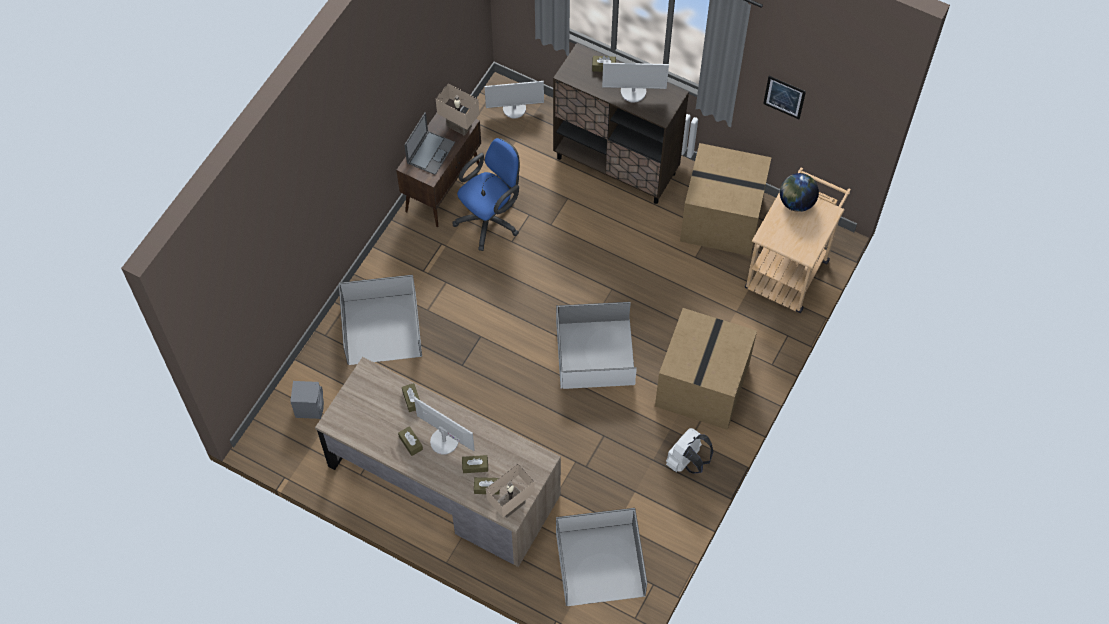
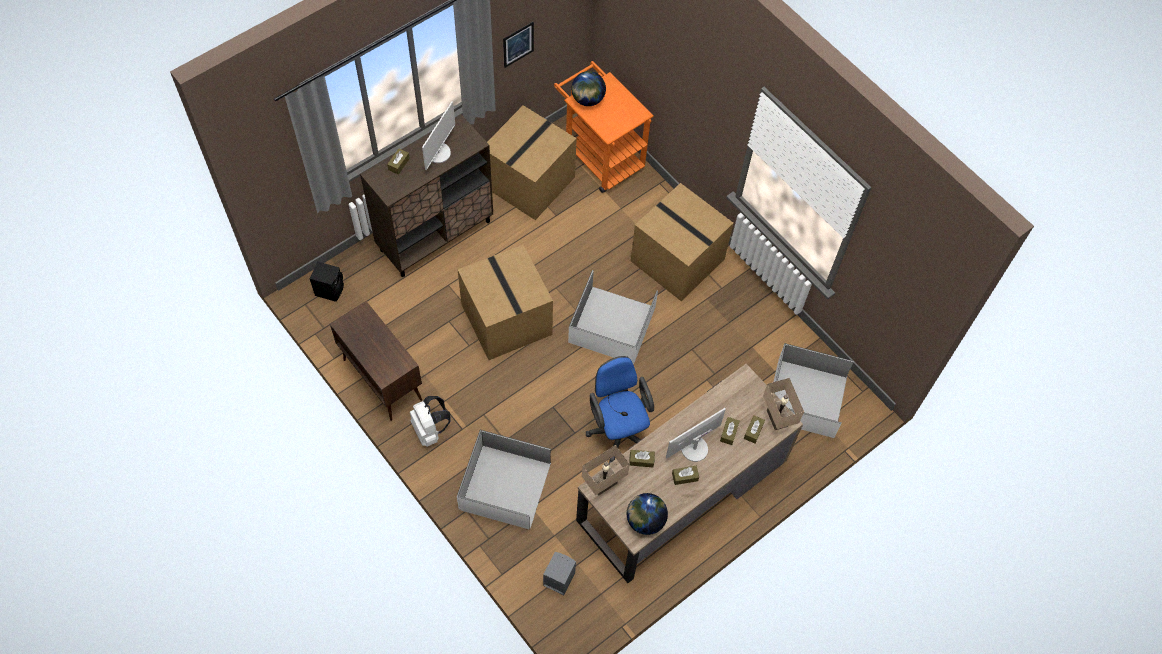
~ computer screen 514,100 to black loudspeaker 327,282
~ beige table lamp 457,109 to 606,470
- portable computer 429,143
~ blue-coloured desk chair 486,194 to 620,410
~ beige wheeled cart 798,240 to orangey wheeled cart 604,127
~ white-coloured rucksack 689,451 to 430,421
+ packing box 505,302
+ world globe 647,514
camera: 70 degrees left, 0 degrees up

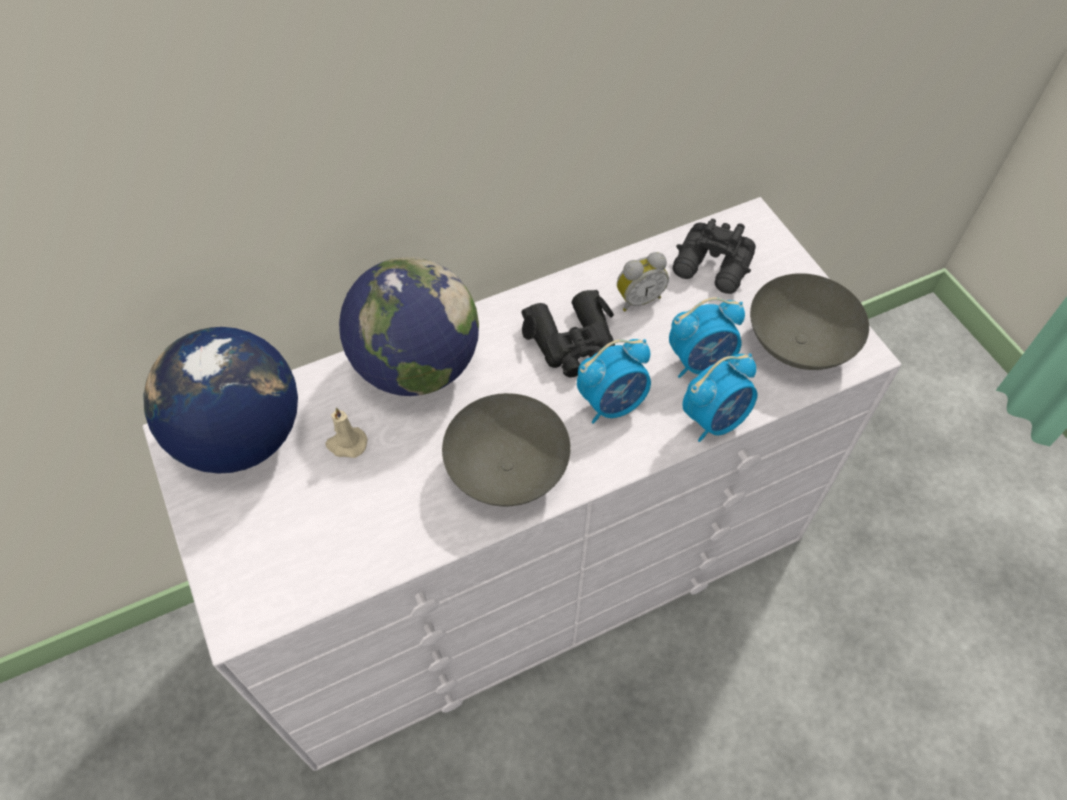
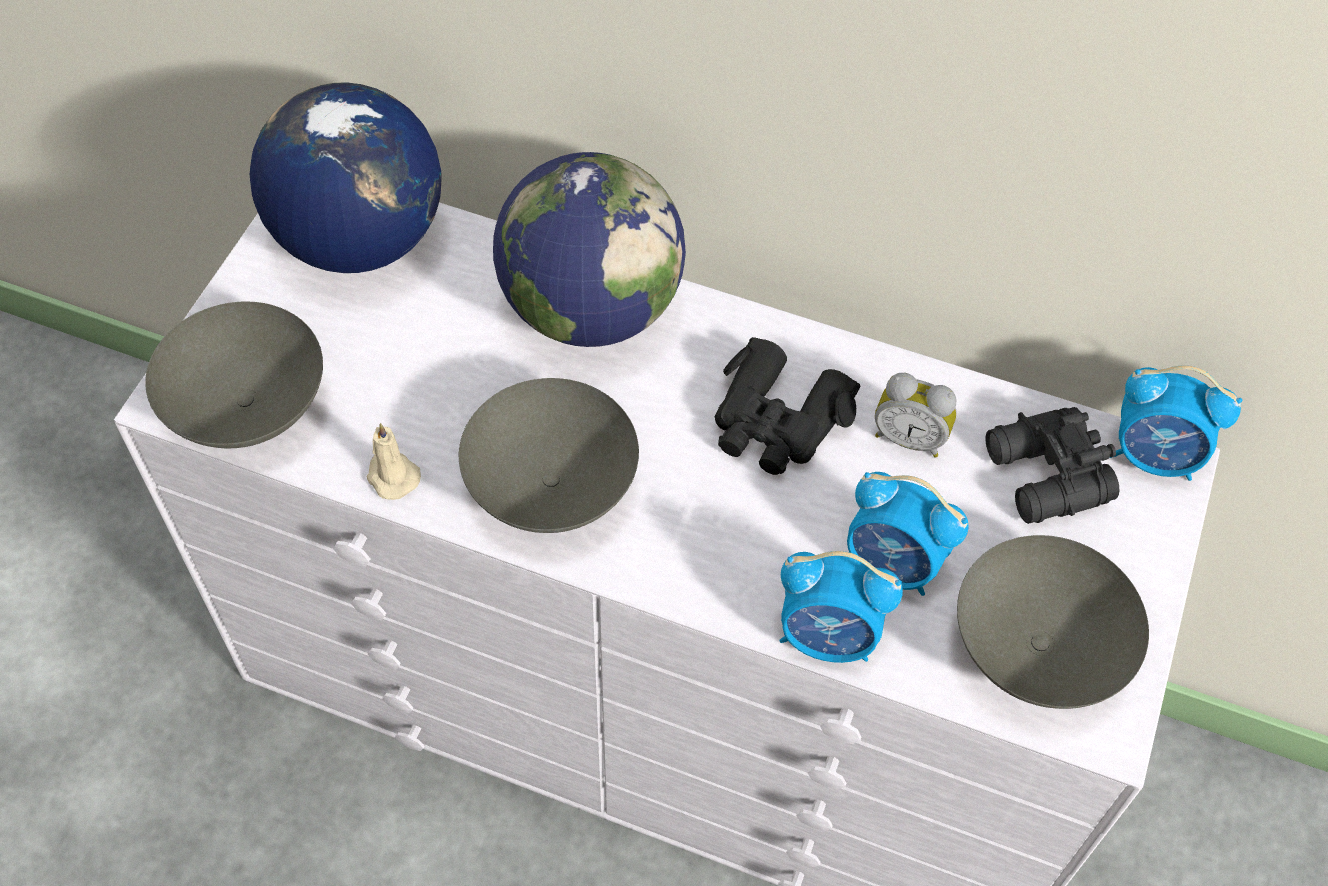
~ alarm clock 614,381 to 1176,423
~ beige wax candle 346,432 to 393,461
+ gray serving bowl 234,374
camera: 45 degrees right, 0 degrees up

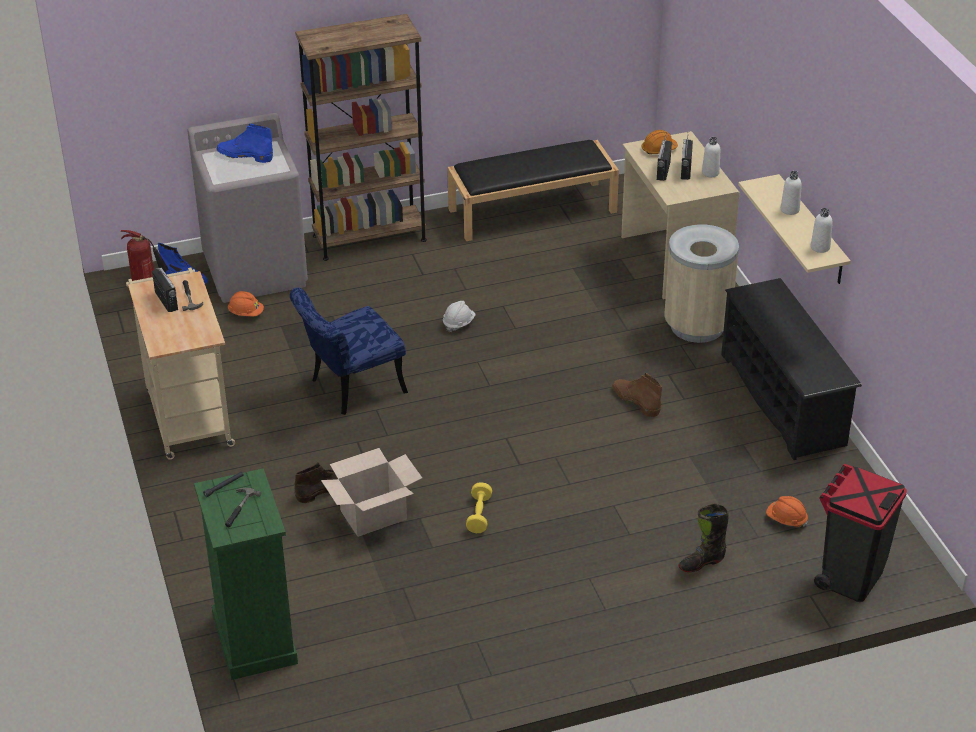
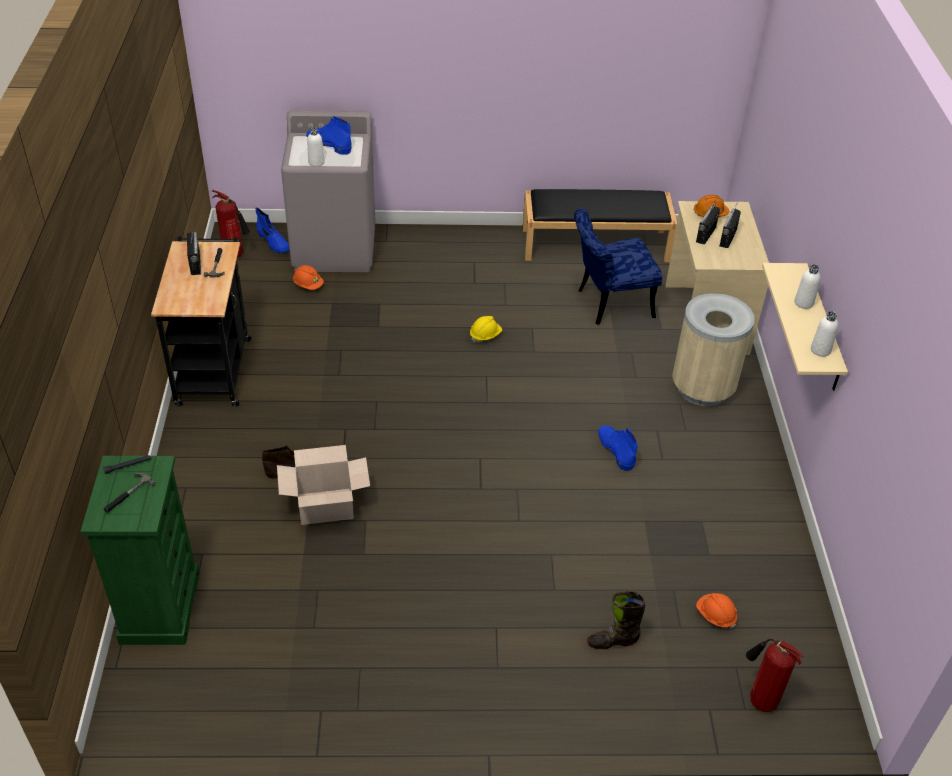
- brown-coloured bookcase 361,137
~ white-coloured drink bottle 711,157 to 316,147
~ beige wheeled cart 180,364 to black wheeled cart 201,321
- black shoe rack 791,369
~ blue-coloured chair 349,351 to 618,266
~ white-coloured safety helmet 459,316 to yellow-coloured safety helmet 486,329
~ brown-coloured tall boot 637,395 to blue-coloured tall boot 618,448
~ black trash can 860,532 to fire extinguisher 775,675
- yellow-coloured hand weight 479,507
camera: 15 degrees right, 5 degrees up

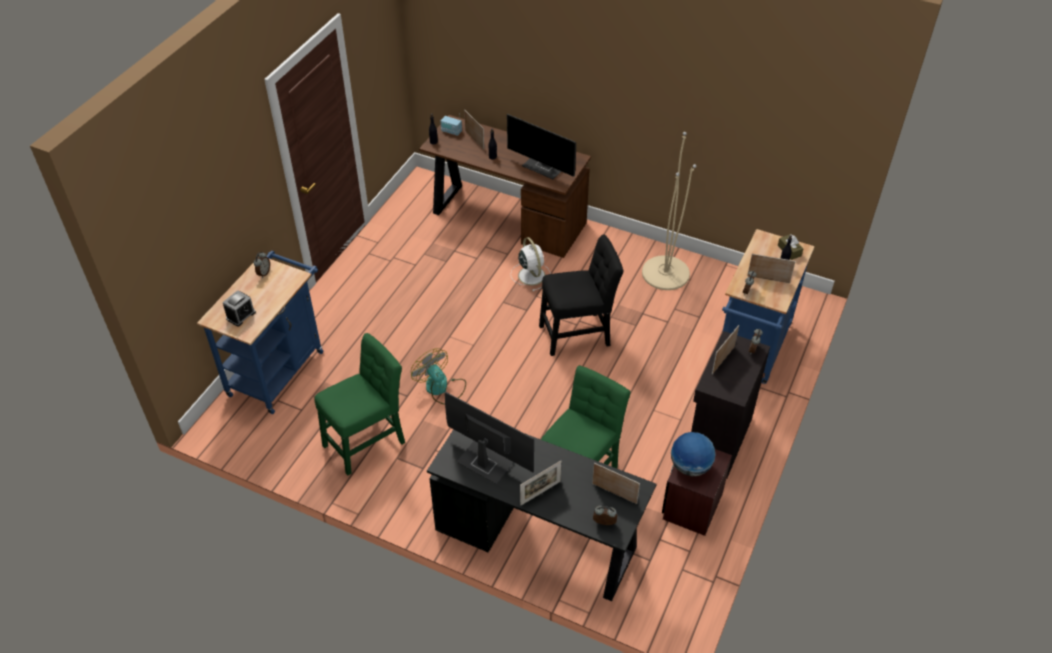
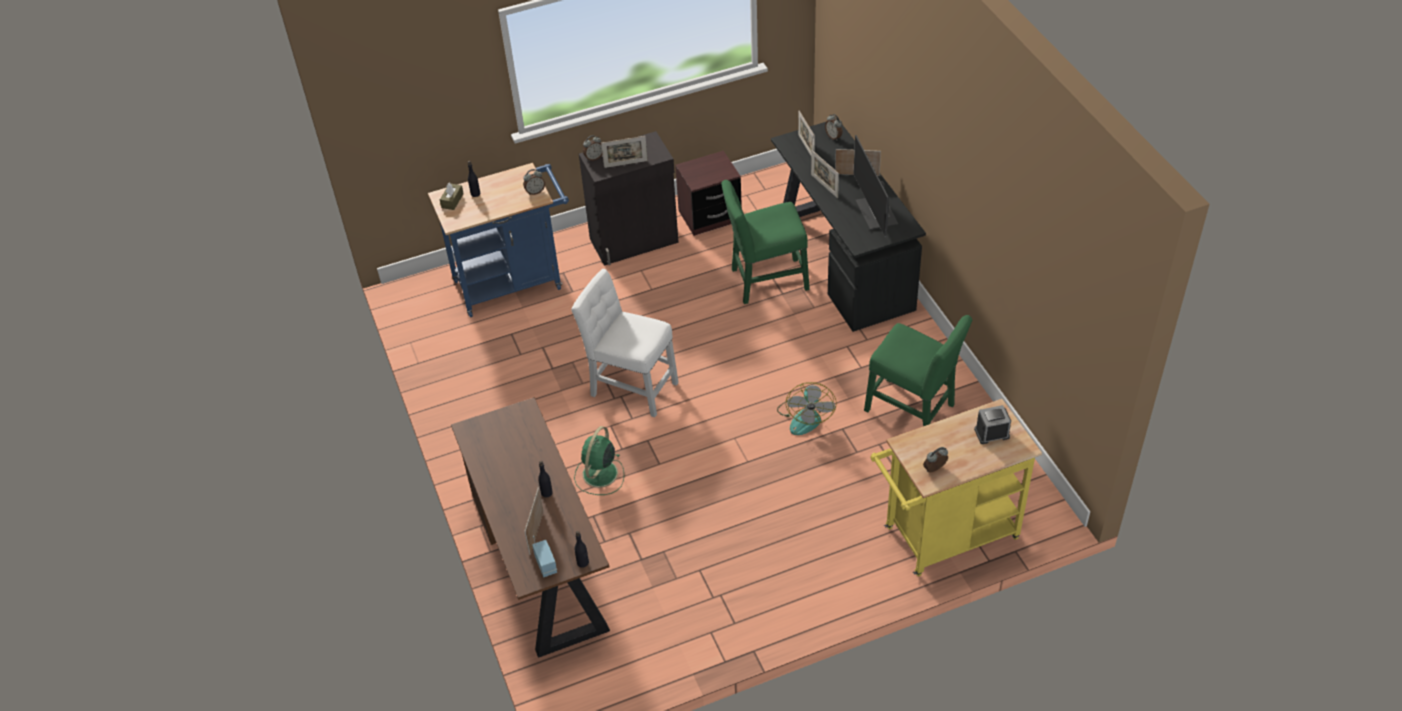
- computer screen 541,146
- beige floor lamp 669,211
~ black chair 581,295 to white-coloured chair 625,343
~ white-coloured cooling fan 531,264 to green-coloured cooling fan 599,460
~ blue-coloured wheeled cart 260,332 to yellow-coloured wheeled cart 956,488
~ standing frame 771,268 to 825,174
~ green-coloured chair 359,404 = 918,370 150 degrees counterclockwise
- world globe 693,454
camera: 135 degrees left, 0 degrees up

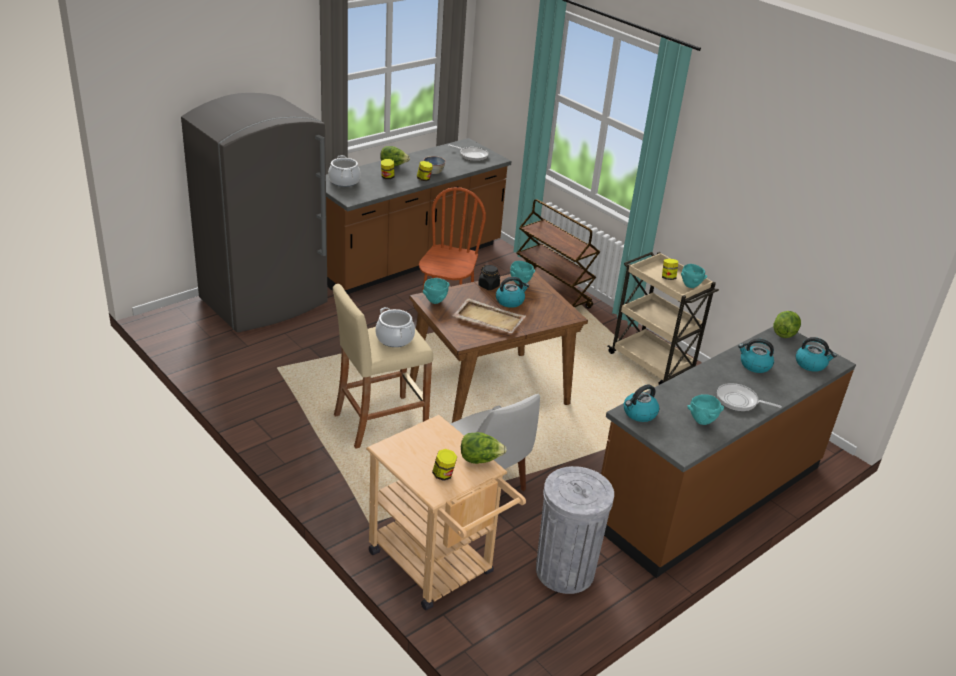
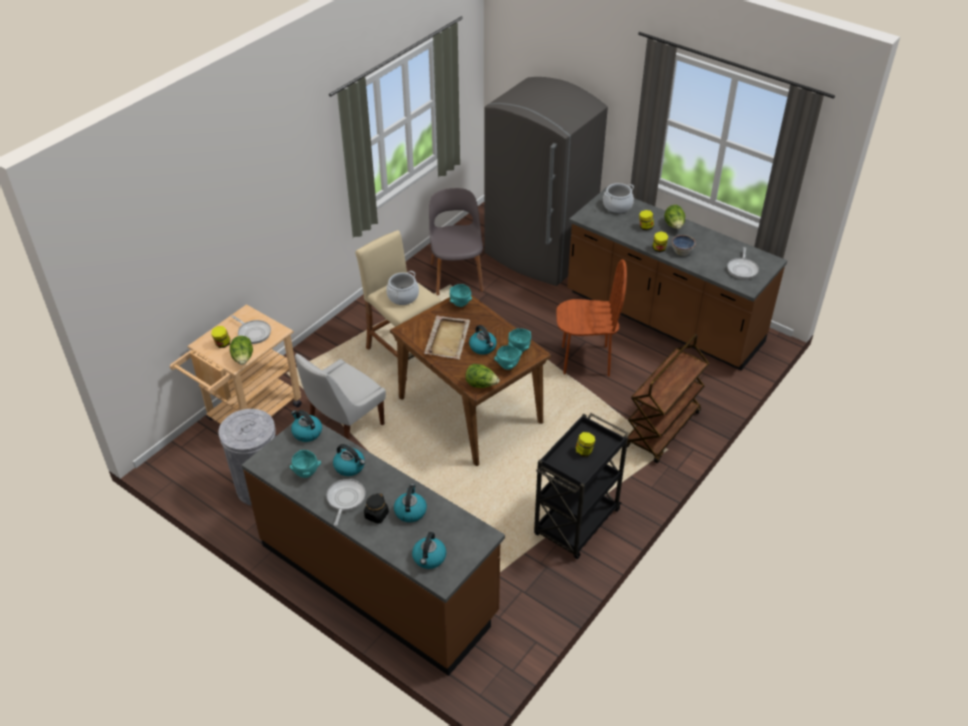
~ beige wheeled cart 663,318 to black wheeled cart 581,486
~ turquoise-coloured serving bowl 694,276 to 508,357
~ black jar 489,277 to 376,508
~ lettuce 787,324 to 482,376
+ gray chair 456,241
+ skillet 251,329
+ tea kettle 349,460
camera: 80 degrees right, 10 degrees up

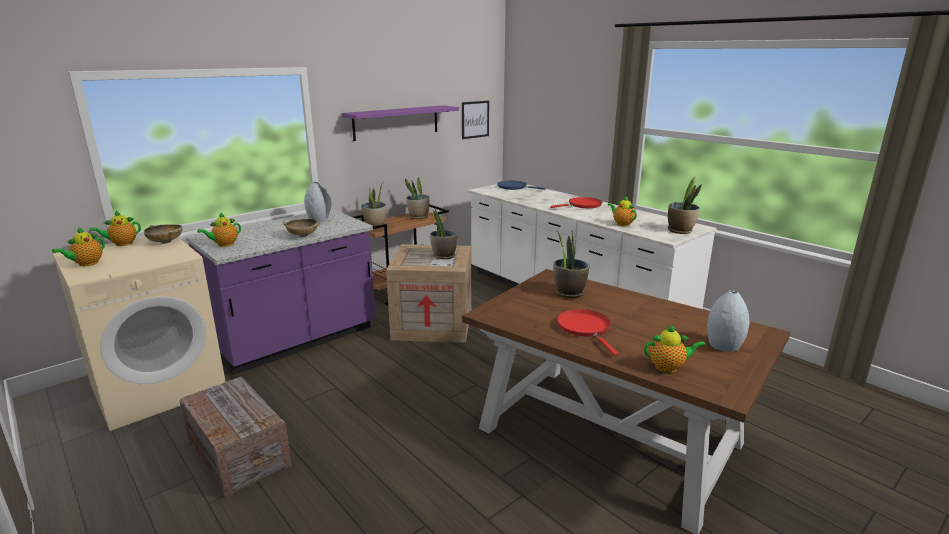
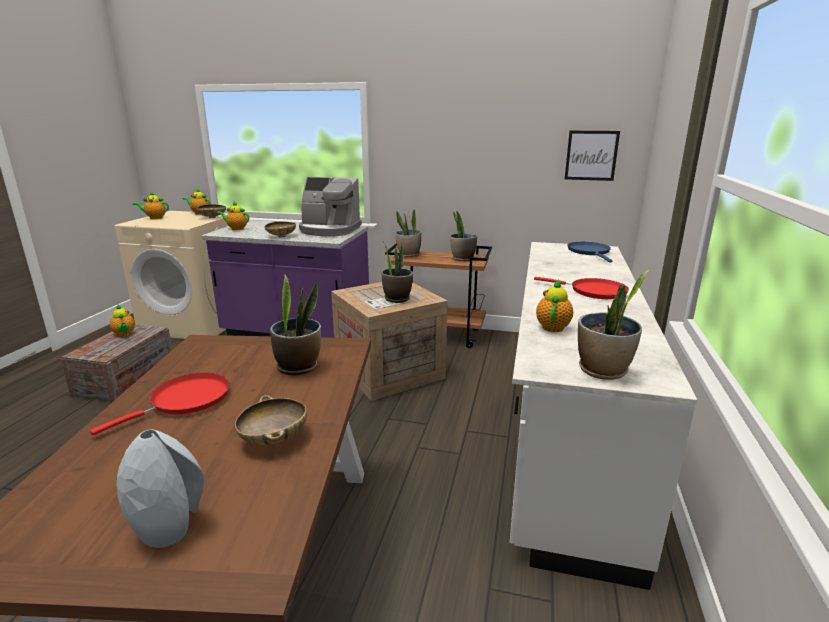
- purple shelf 400,123
~ gray vase 317,202 to coffee machine 330,206
~ pot for tea 675,348 to 122,320
+ beige serving bowl 271,420
camera: 55 degrees right, 0 degrees up

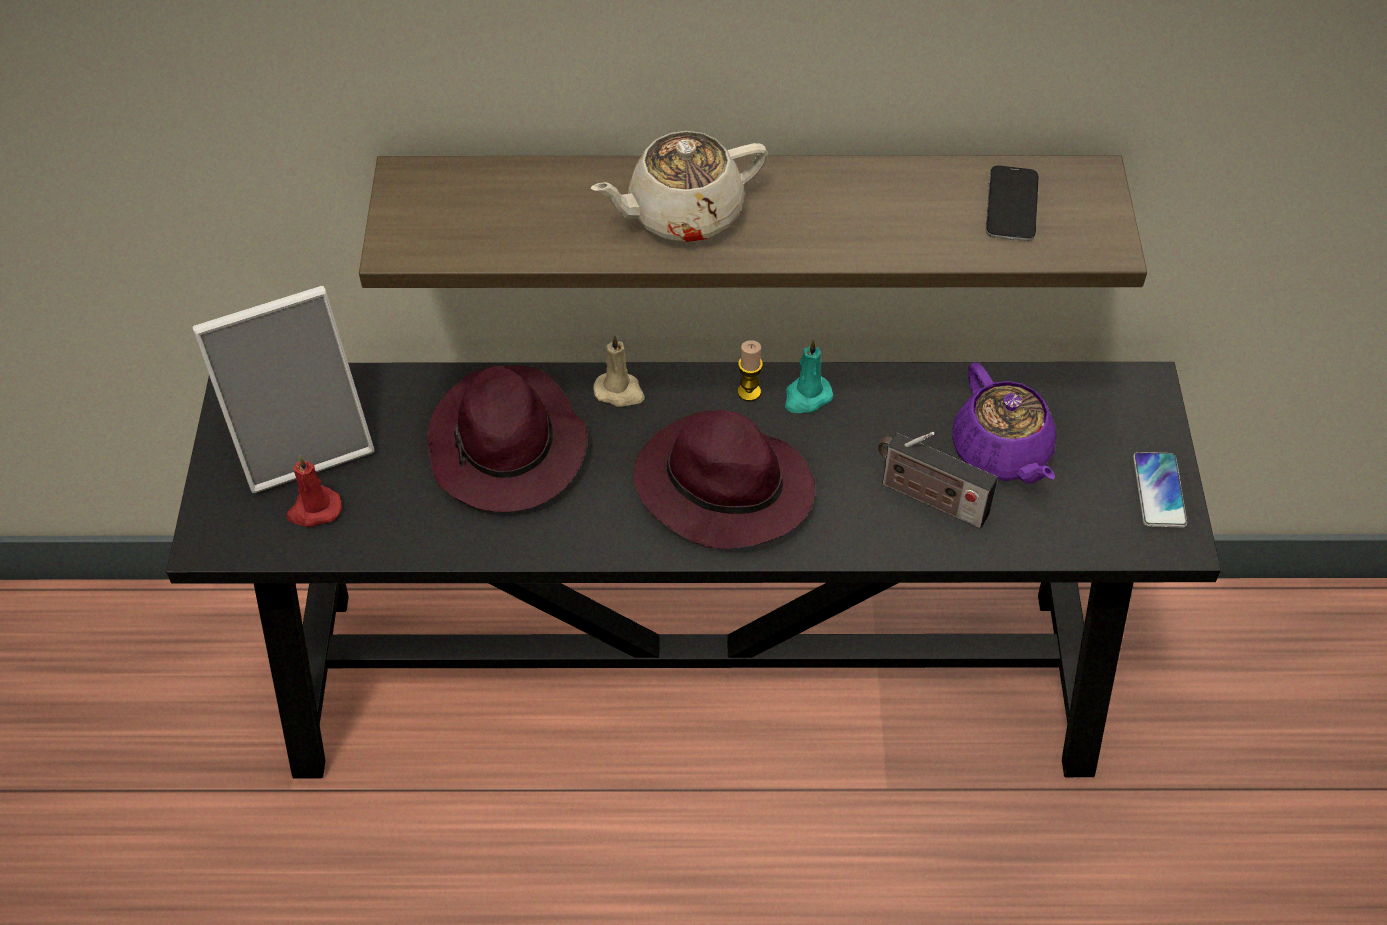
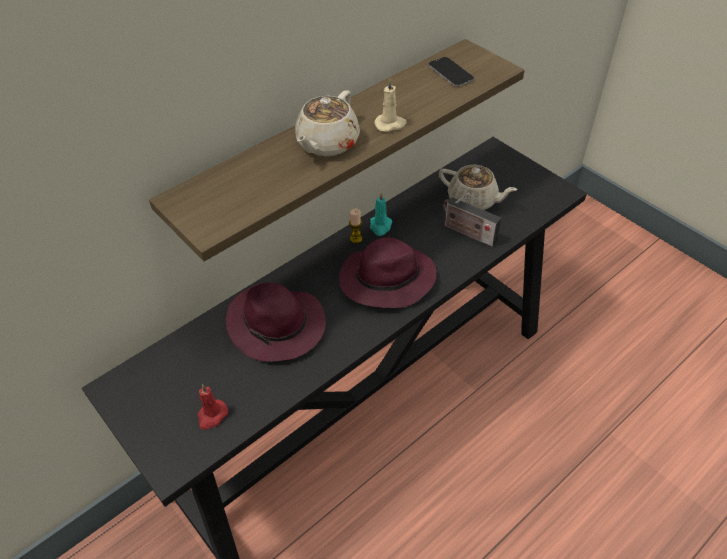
- standing frame 283,389
~ beige wax candle 619,371 to 390,105
~ purple pot for tea 1004,422 to beige pot for tea 478,187
~ radio set 938,480 = 471,220 45 degrees clockwise
- phone 1160,490
camera: 40 degrees left, 5 degrees down

